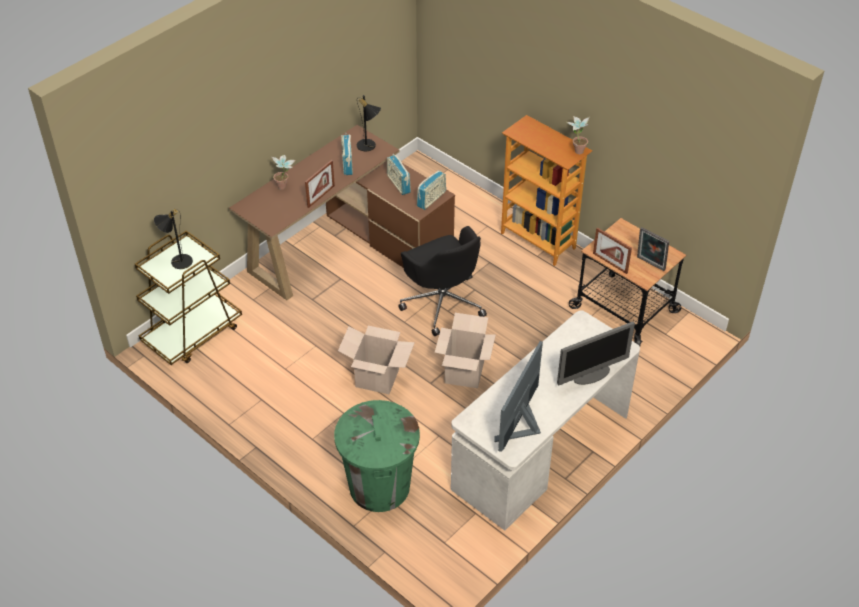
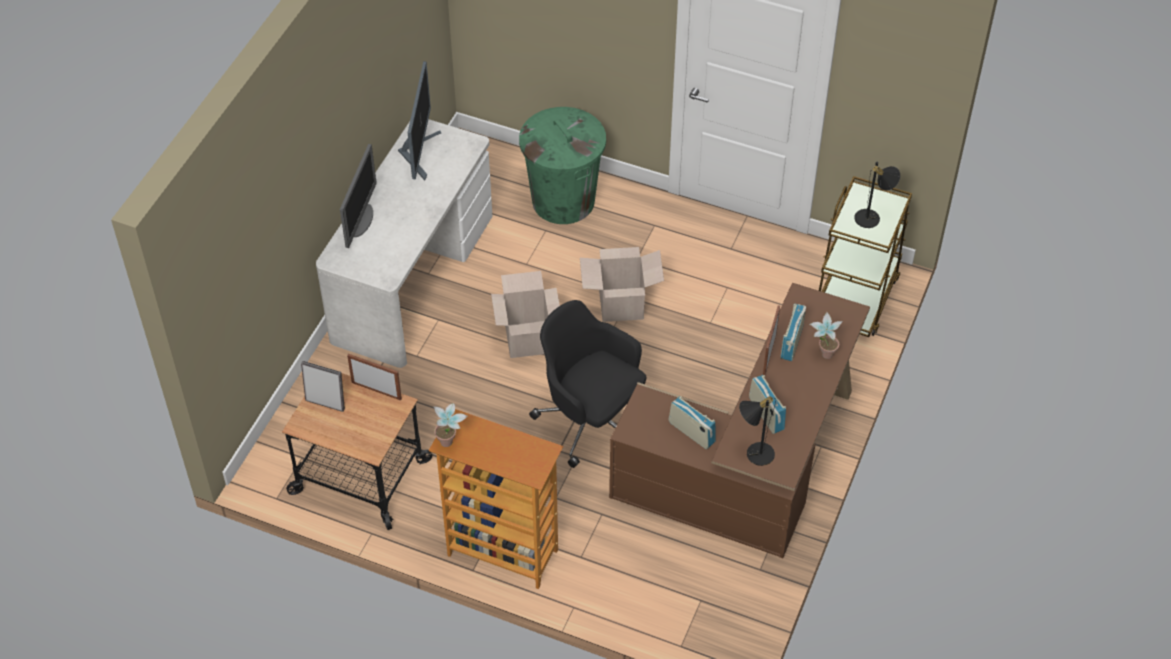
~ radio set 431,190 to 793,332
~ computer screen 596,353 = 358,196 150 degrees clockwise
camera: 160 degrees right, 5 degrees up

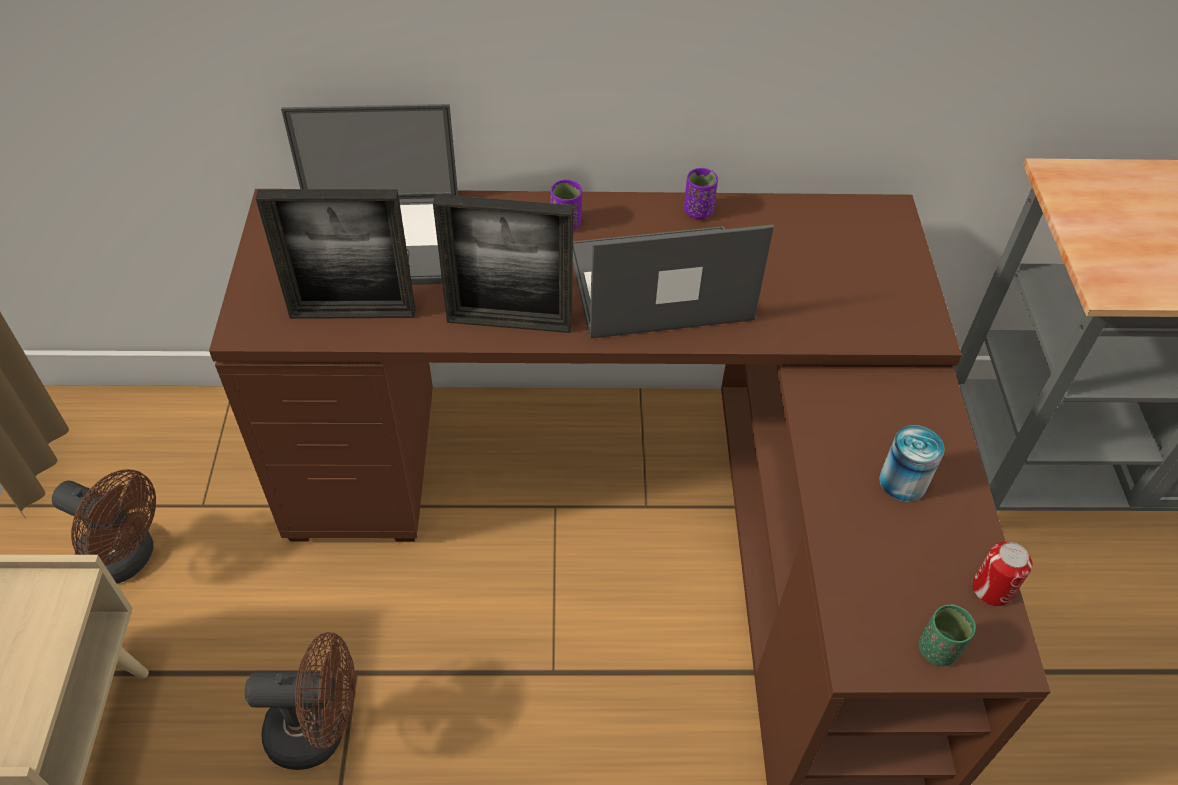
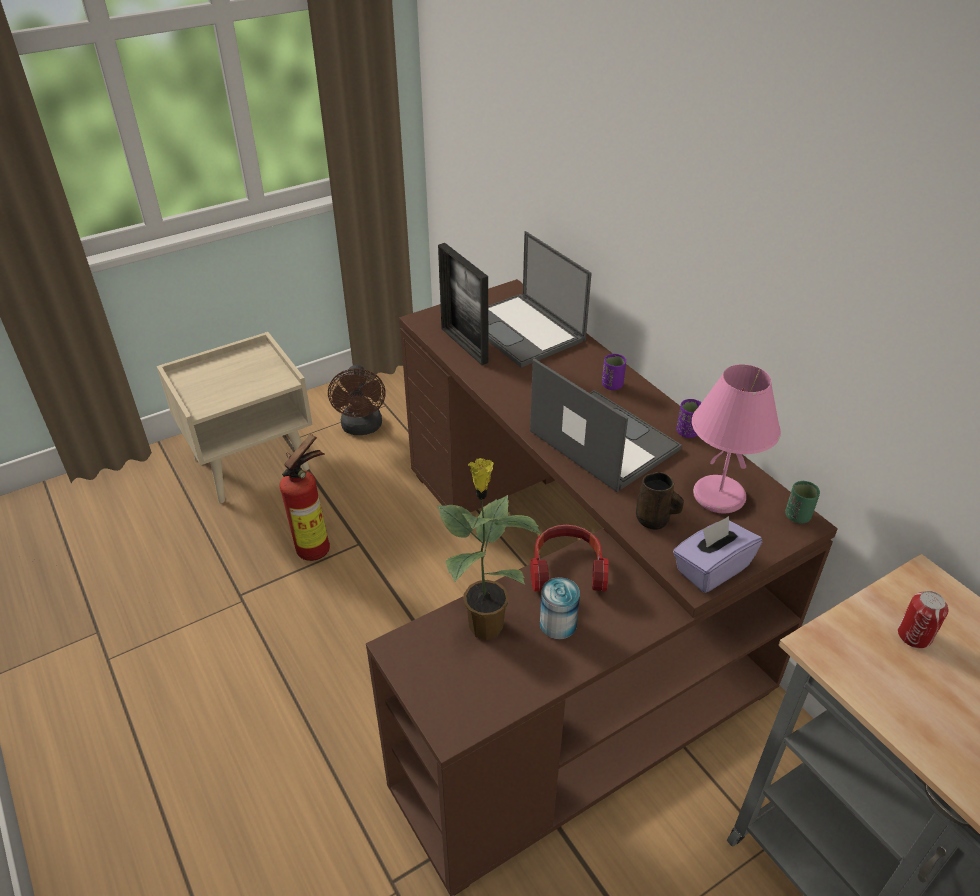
- standing frame 503,263
~ can 1002,573 to 923,619
~ green-coloured cup 947,635 to 802,502
~ brown-coloured cooling fan 300,701 to fire extinguisher 305,497
+ pink-coloured table lamp 736,438
+ plant in a pot 489,549
+ brown-coloured tea mug 660,501
+ purple box of tissues 717,554
+ headphones 569,558
camera: 60 degrees right, 10 degrees down

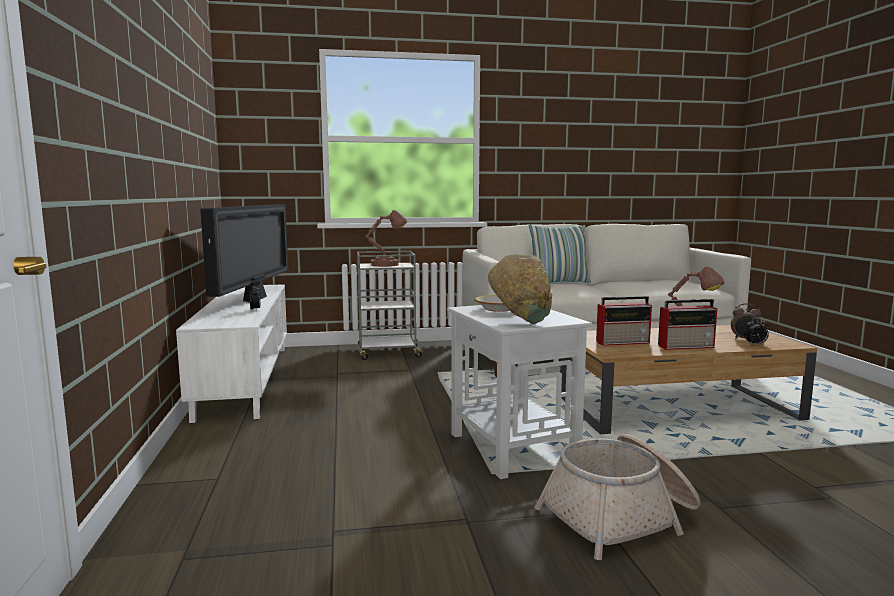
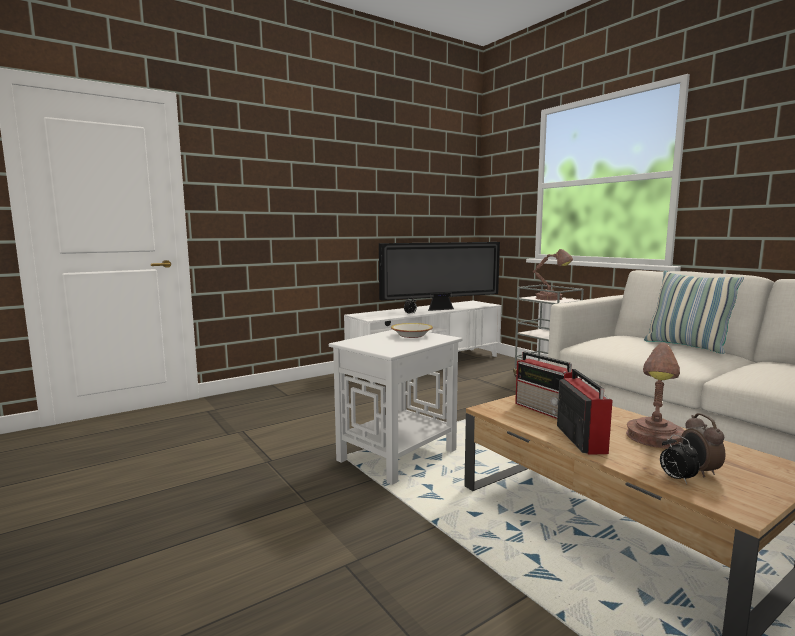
- green-coloured serving bowl 520,289
~ radio set 687,324 = 585,412 150 degrees counterclockwise
- storage basket 618,497
camera: 65 degrees right, 0 degrees up

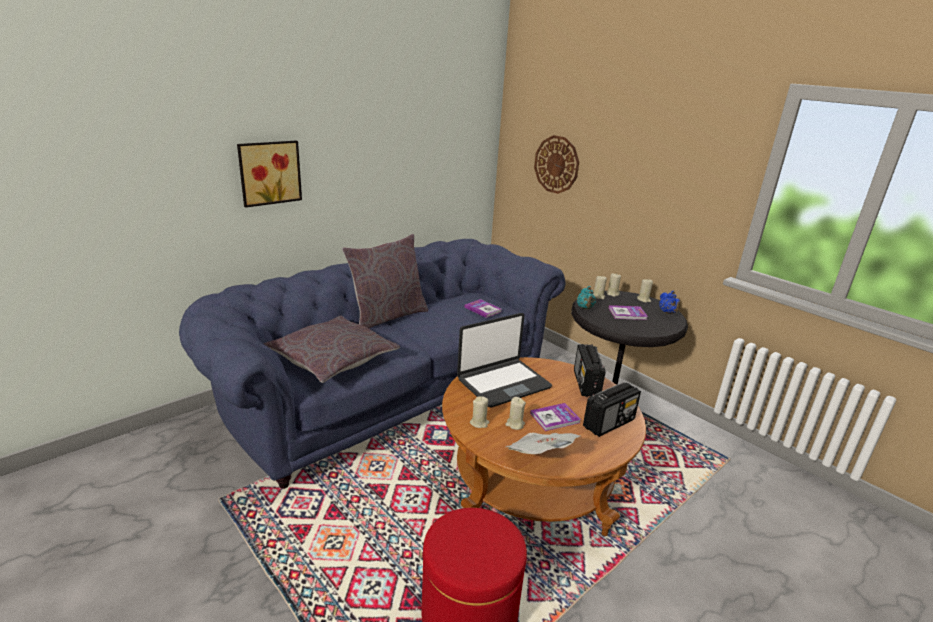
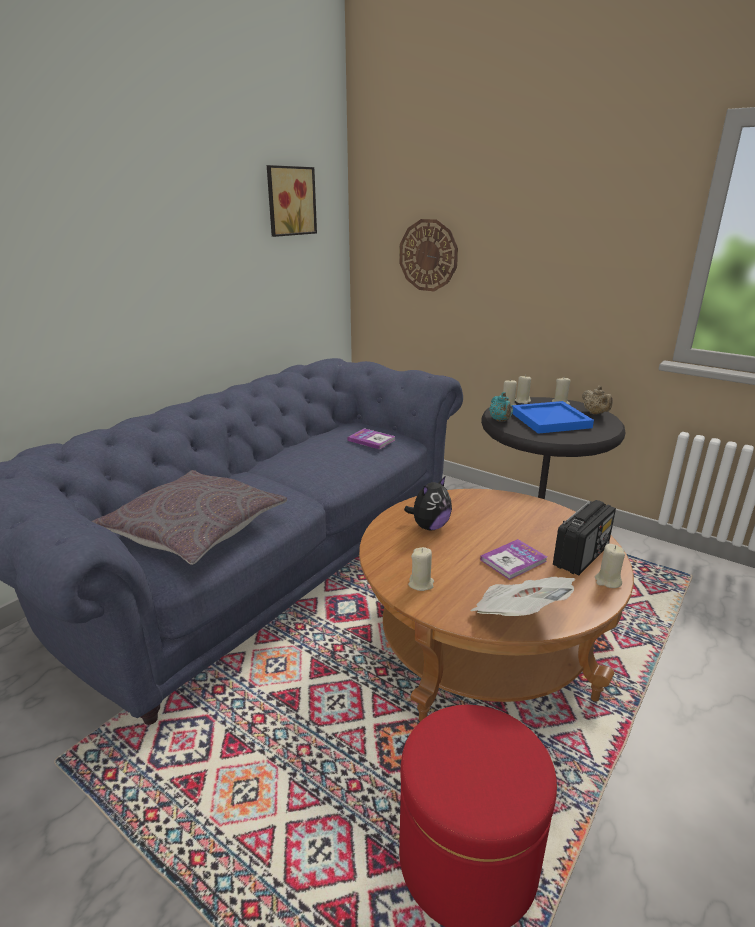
~ picture 269,174 to 292,201
- gray cushion 385,281
~ blue-coloured pot for tea 669,302 to beige pot for tea 597,400
~ book 628,312 to blue-coloured carrying tray 553,417
~ portable computer 504,360 to plush toy 428,504
- radio set 590,370
~ beige wax candle 515,413 to 610,566
camera: 10 degrees left, 0 degrees up

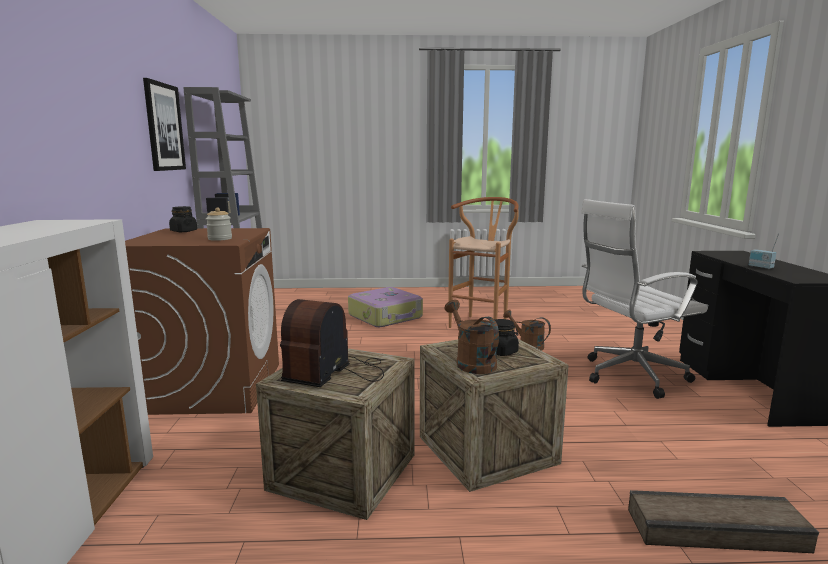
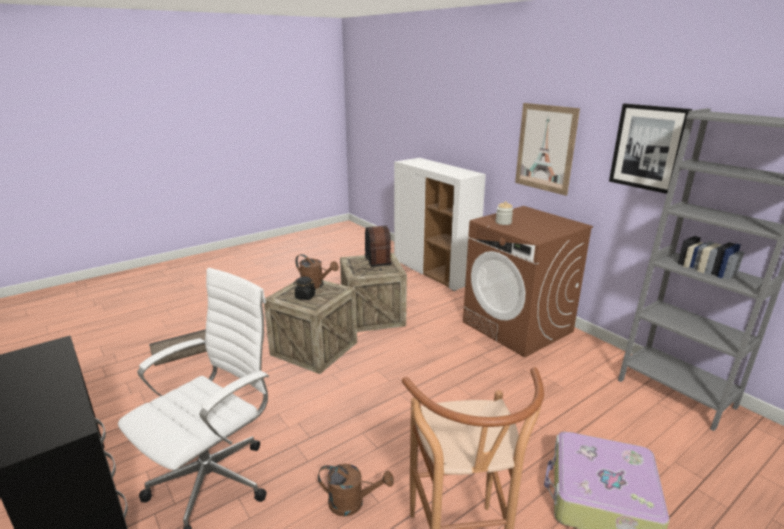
- black jar 183,219
- radio set 763,251
+ picture 547,149
camera: 145 degrees right, 10 degrees up

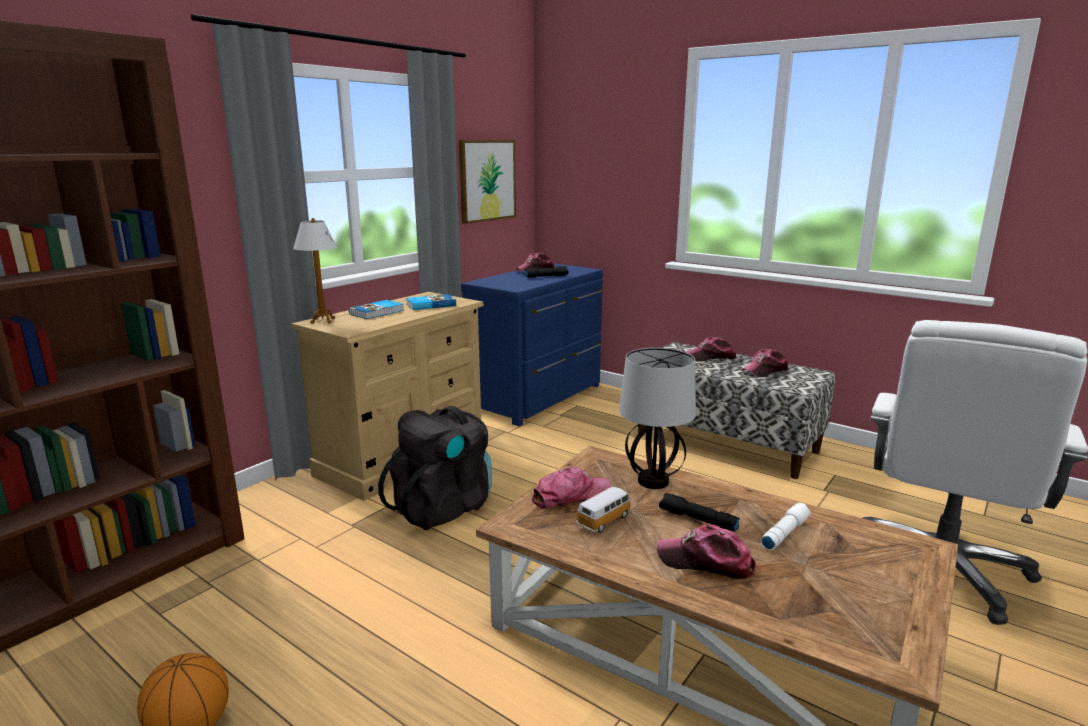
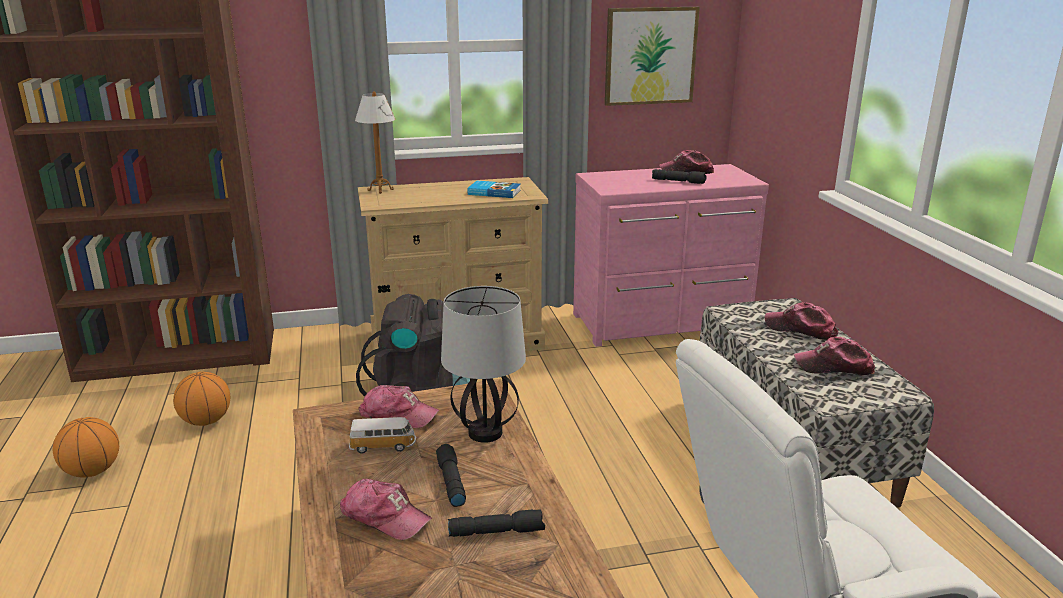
~ blue-coloured dresser 532,345 to pink-coloured dresser 671,255
- book 376,309
~ white-coloured torch 786,526 to black torch 496,523
~ cap 706,552 = 386,509 150 degrees clockwise
+ basketball ball 201,399
camera: 40 degrees right, 5 degrees up

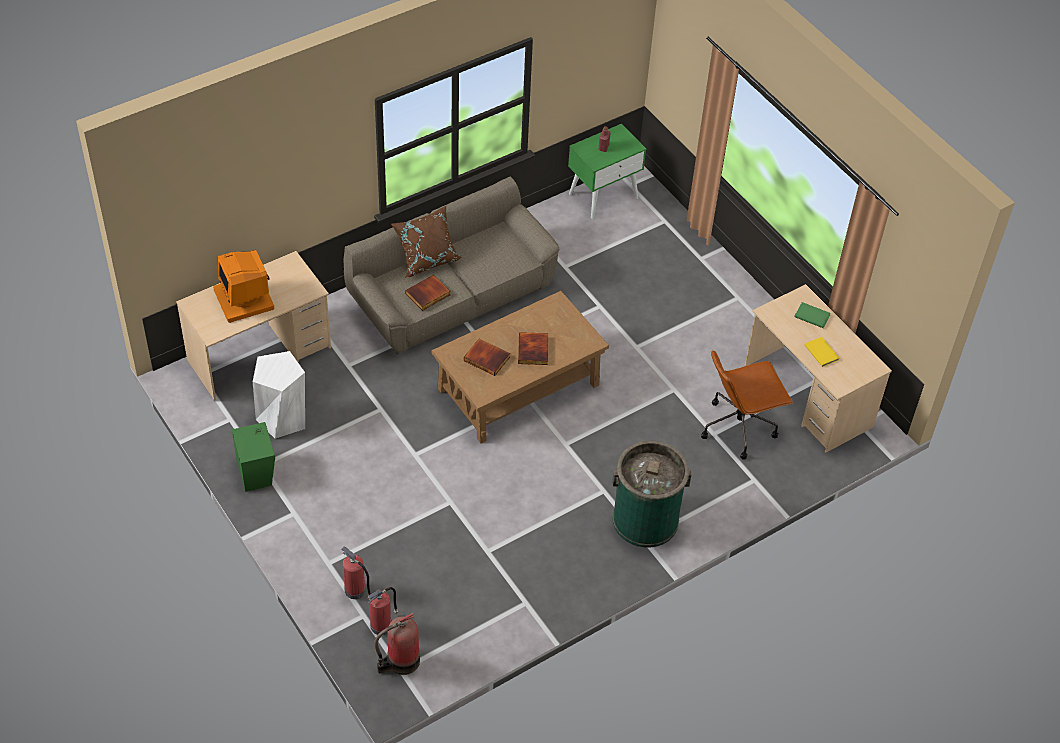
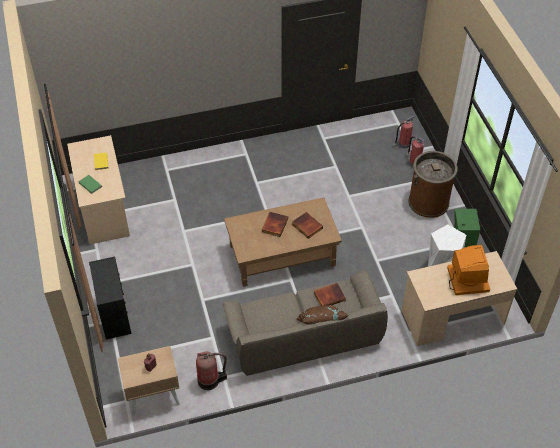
~ green-coloured bedside table 607,171 to beige bedside table 149,381
- brown-coloured desk chair 747,405
- green-coloured trash can 651,494
~ fire extinguisher 397,644 to 211,371
+ brown-coloured trash can 433,184
+ black dresser 110,298
camera: 160 degrees left, 0 degrees up

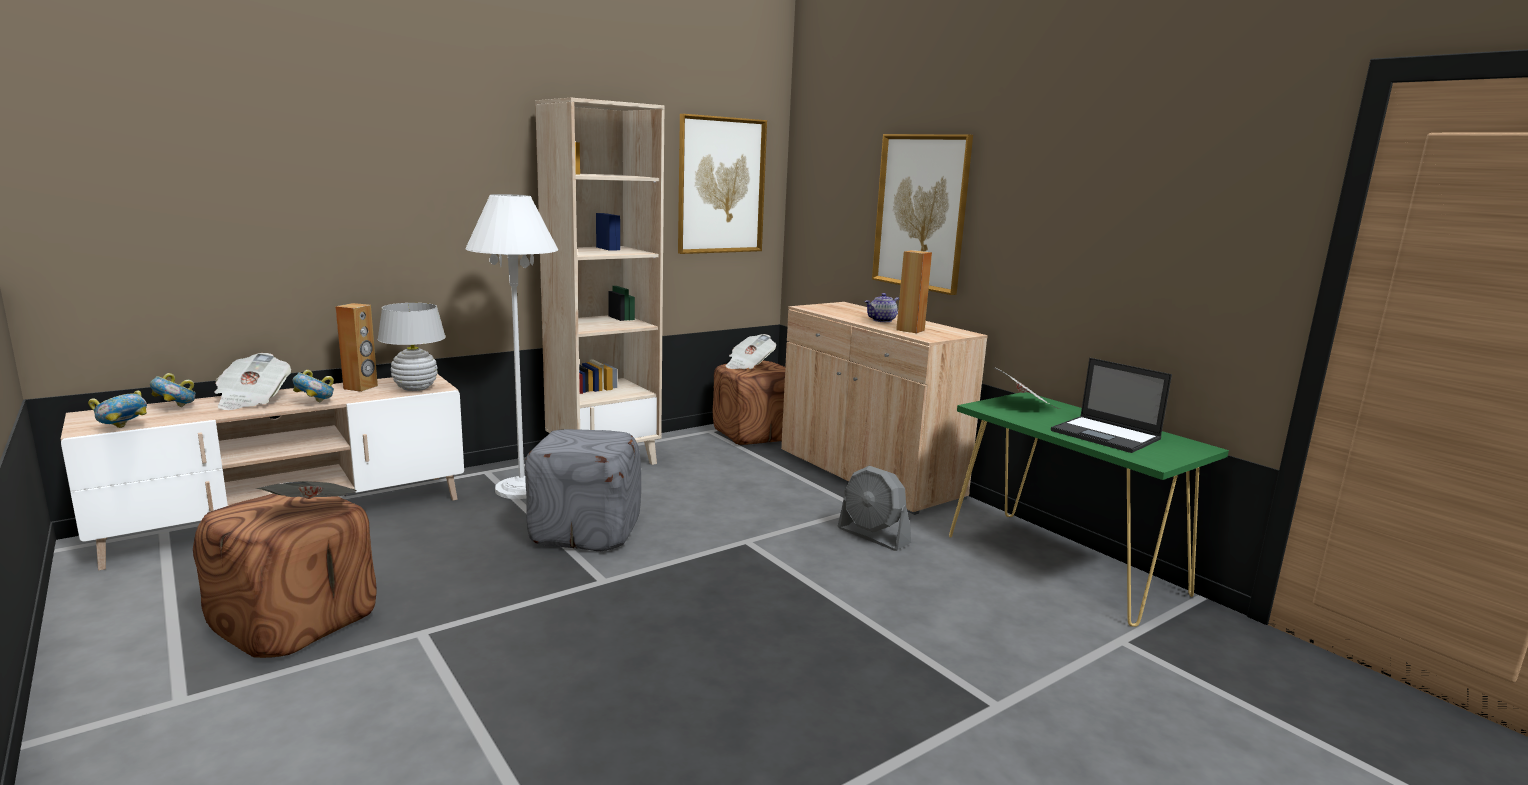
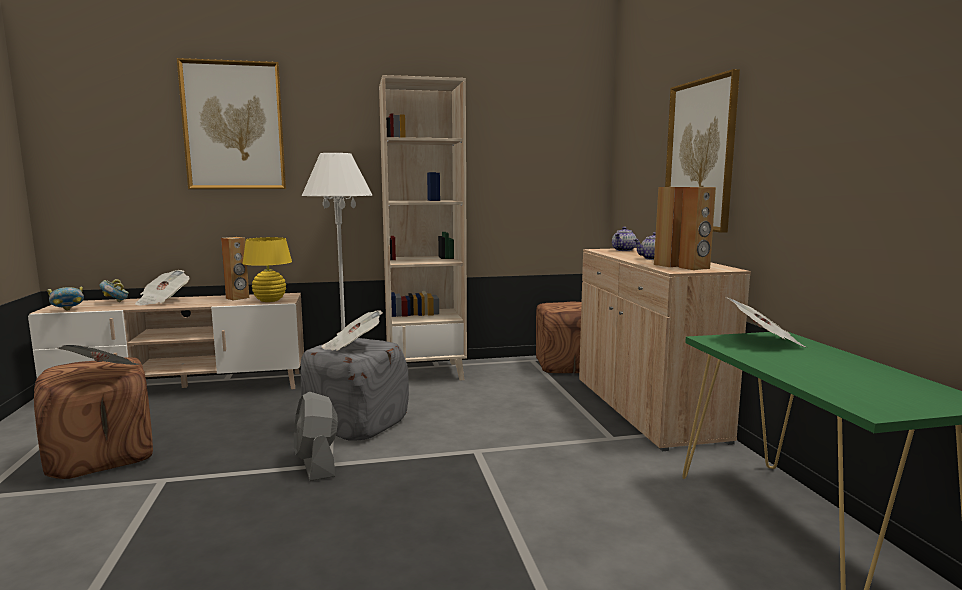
~ picture 722,184 to 231,123
~ white-coloured table lamp 412,347 to yellow-coloured table lamp 267,269
~ printed paper 751,351 to 352,330
- portable computer 1111,405
- serving bowl 313,386
~ gray cooling fan 874,508 to 316,436
+ brown-coloured loudspeaker 697,228
+ pot for tea 624,239
camera: 25 degrees right, 5 degrees down

